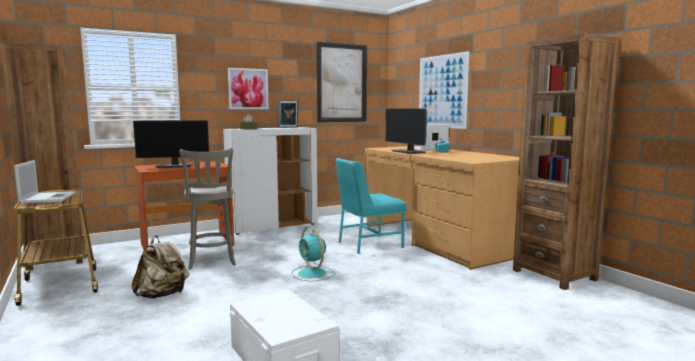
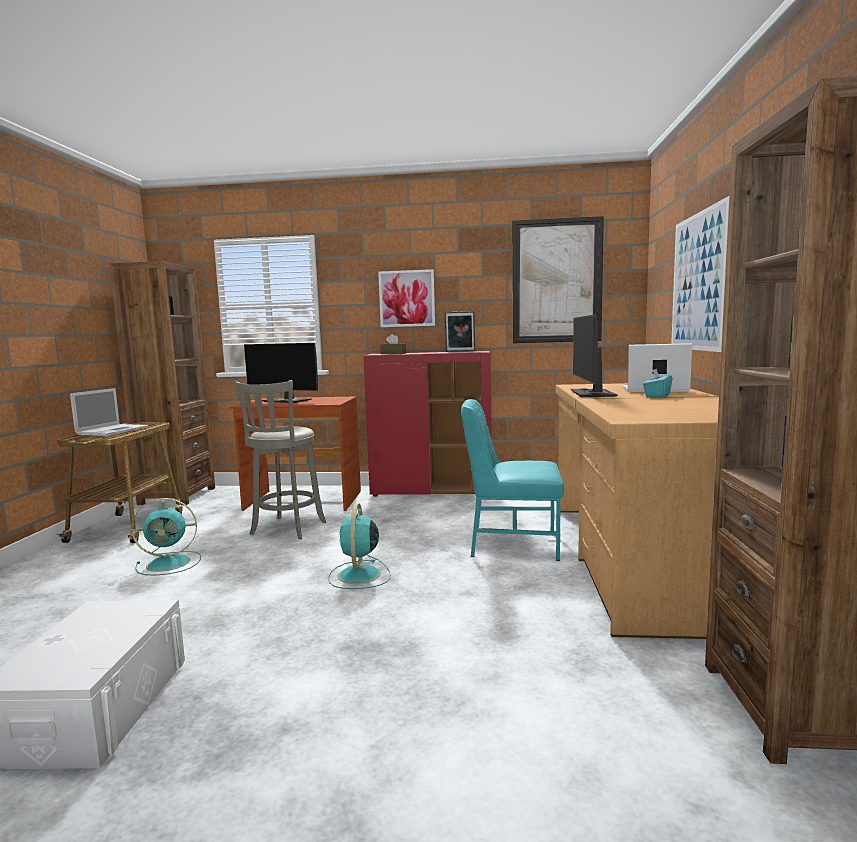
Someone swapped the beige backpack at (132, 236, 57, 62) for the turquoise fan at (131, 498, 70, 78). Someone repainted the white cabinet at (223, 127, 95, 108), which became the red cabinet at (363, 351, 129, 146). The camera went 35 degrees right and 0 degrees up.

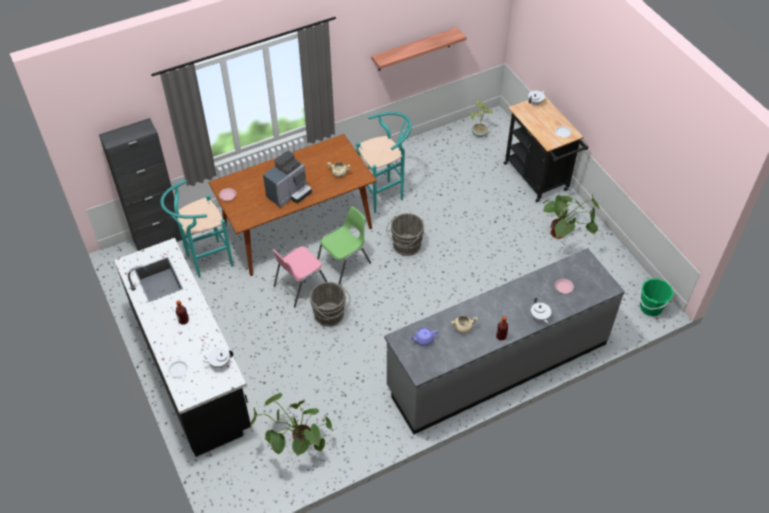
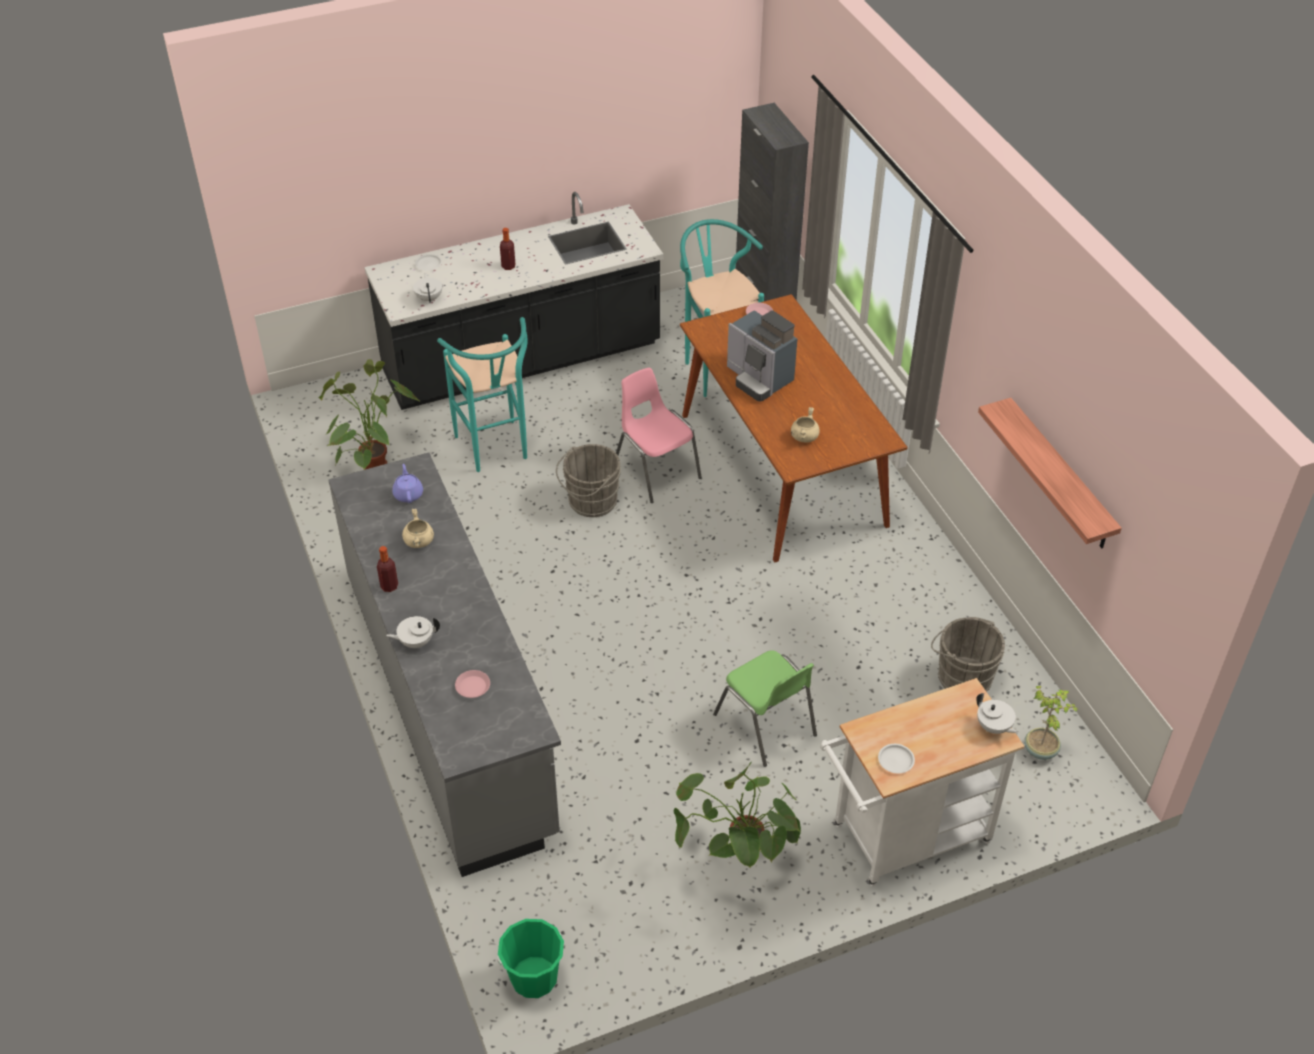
Someone carried the green chair from (317, 206, 54, 79) to (713, 650, 104, 117). Someone carried the turquoise stool from (356, 112, 56, 101) to (437, 317, 91, 155). Someone carried the grey bucket from (386, 213, 38, 43) to (931, 617, 74, 75). Someone repainted the black cart at (504, 97, 84, 106), which became the white cart at (820, 678, 204, 208). The camera went 95 degrees right and 5 degrees down.

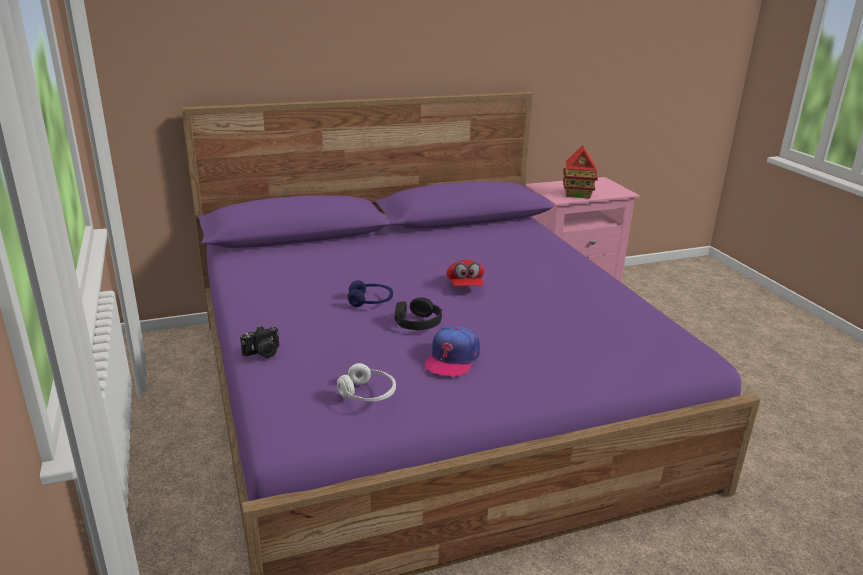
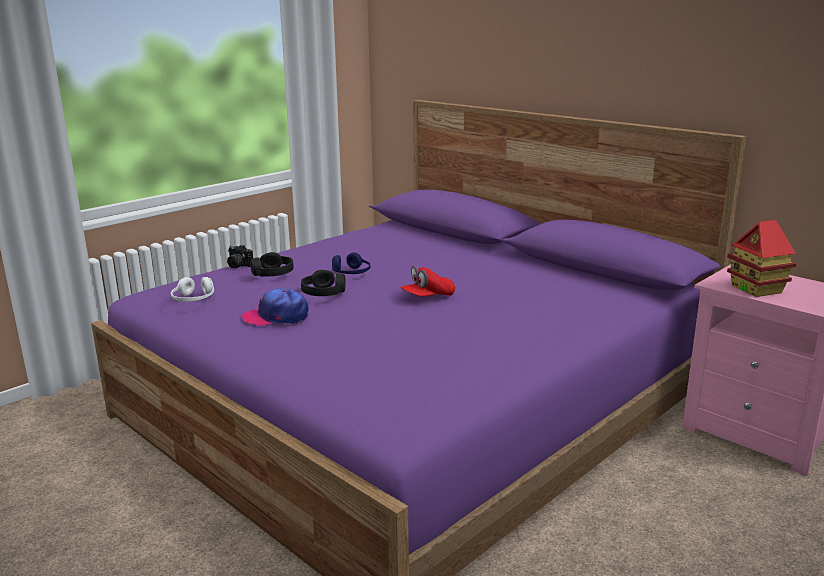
Someone put down the black headphones at (250, 252, 44, 25). The camera went 65 degrees right and 5 degrees down.

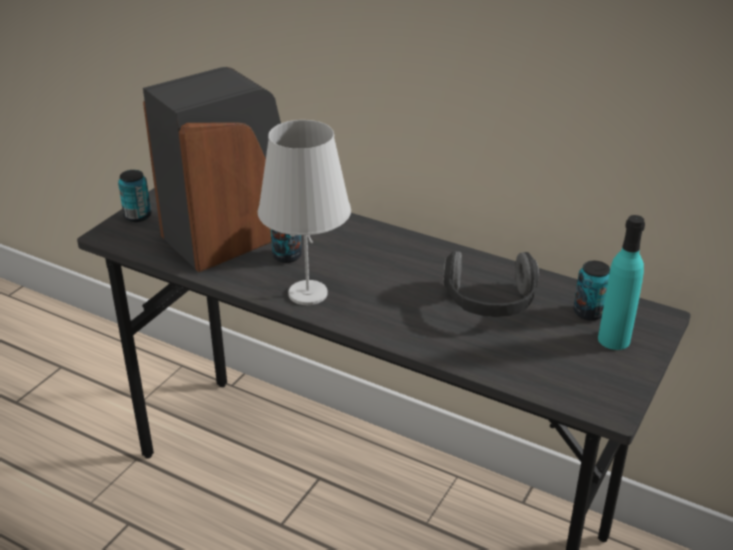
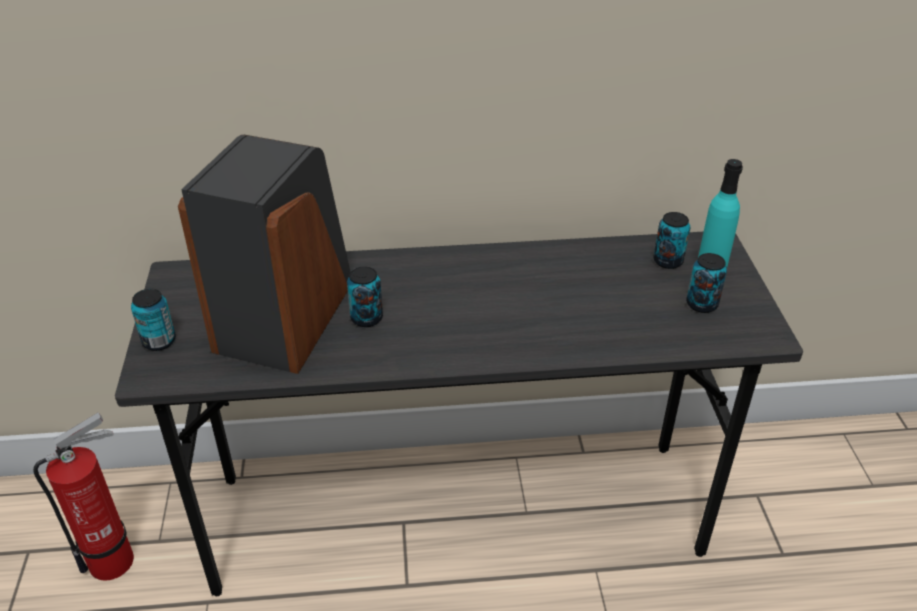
Someone took away the white table lamp at (258, 120, 93, 185). Someone took away the headphones at (443, 251, 96, 66). Someone put down the fire extinguisher at (33, 413, 101, 168). Someone put down the can at (686, 253, 41, 60). The camera went 35 degrees left and 5 degrees up.

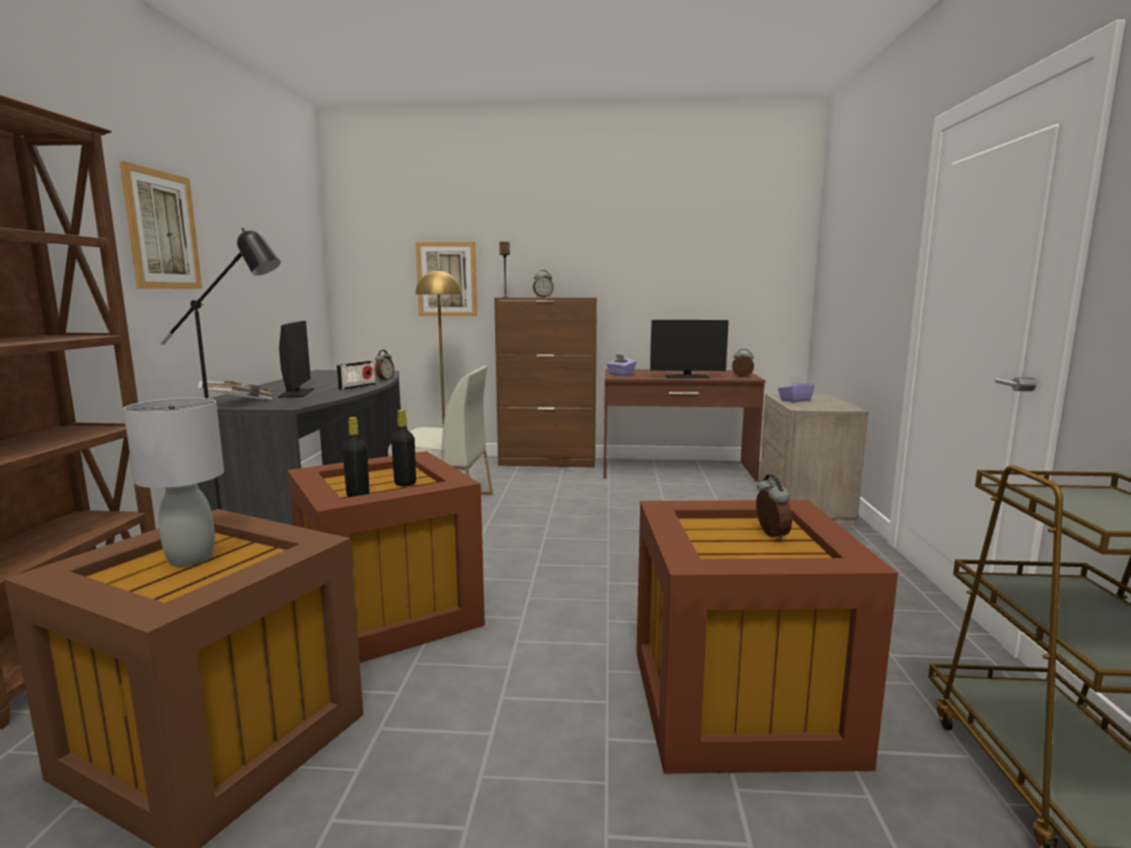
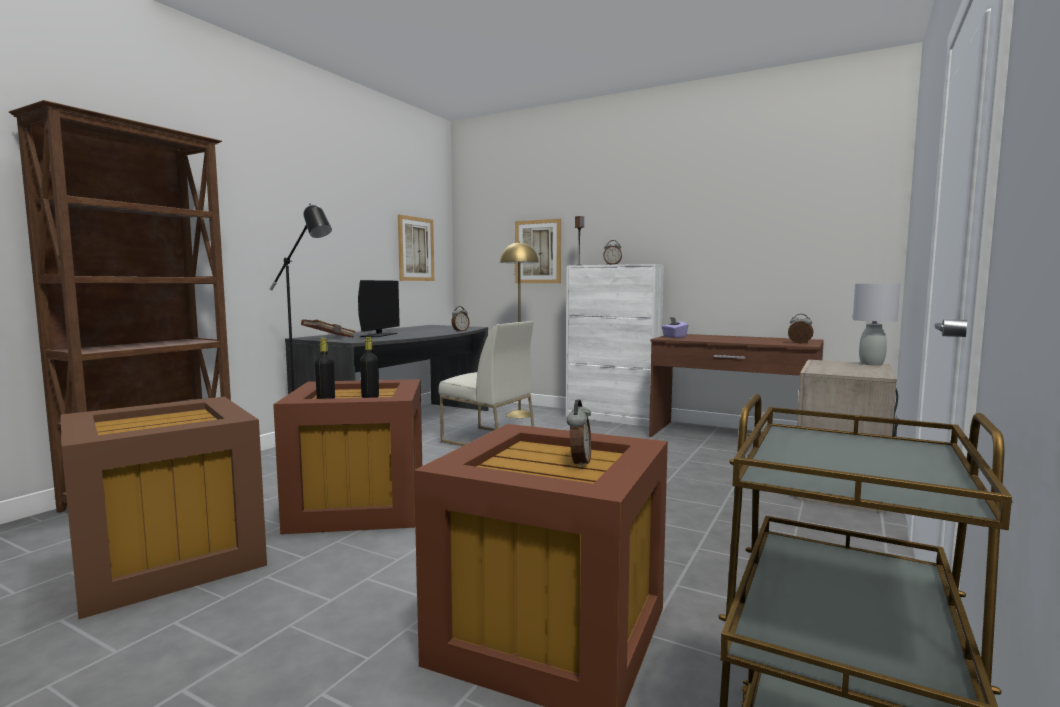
Someone carried the picture from (120, 161, 82, 128) to (398, 215, 36, 66). Someone carried the grey table lamp from (123, 398, 101, 169) to (853, 284, 47, 82). Someone repainted the white book at (198, 381, 76, 19), which became the brown book at (301, 319, 55, 19). Someone took away the radio at (336, 361, 40, 29). Someone repainted the brown cabinet at (494, 297, 103, 171), which became the white cabinet at (566, 264, 98, 163). Someone took away the monitor at (650, 320, 79, 58). Someone took away the purple tissue box at (778, 375, 37, 27). The camera went 25 degrees right and 5 degrees down.

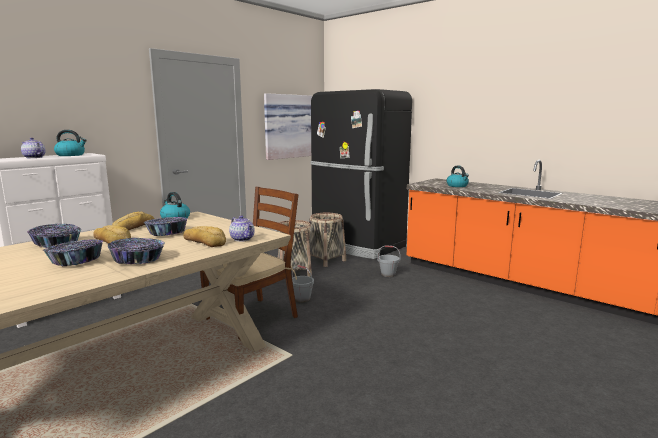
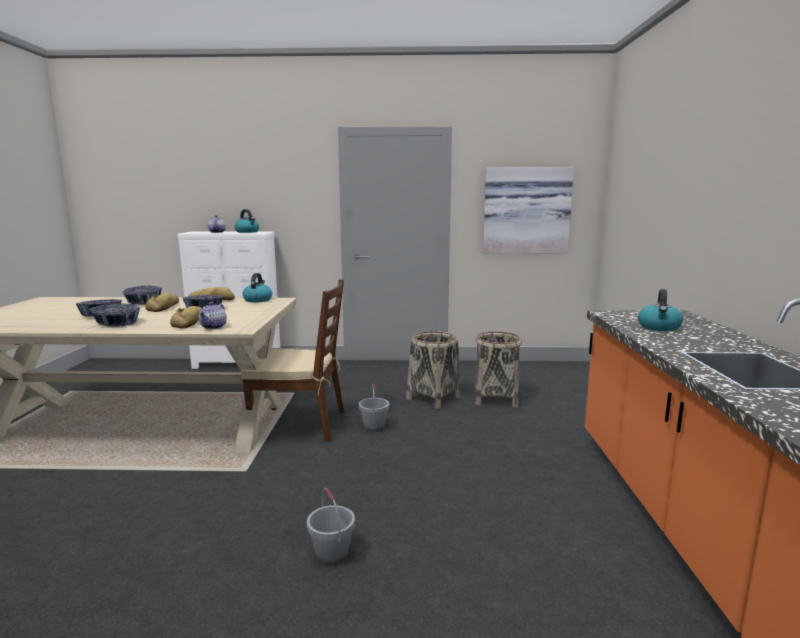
Someone took away the black fridge at (311, 89, 101, 170). Someone carried the grey bucket from (377, 245, 24, 32) to (307, 488, 48, 77). The camera went 50 degrees right and 0 degrees up.

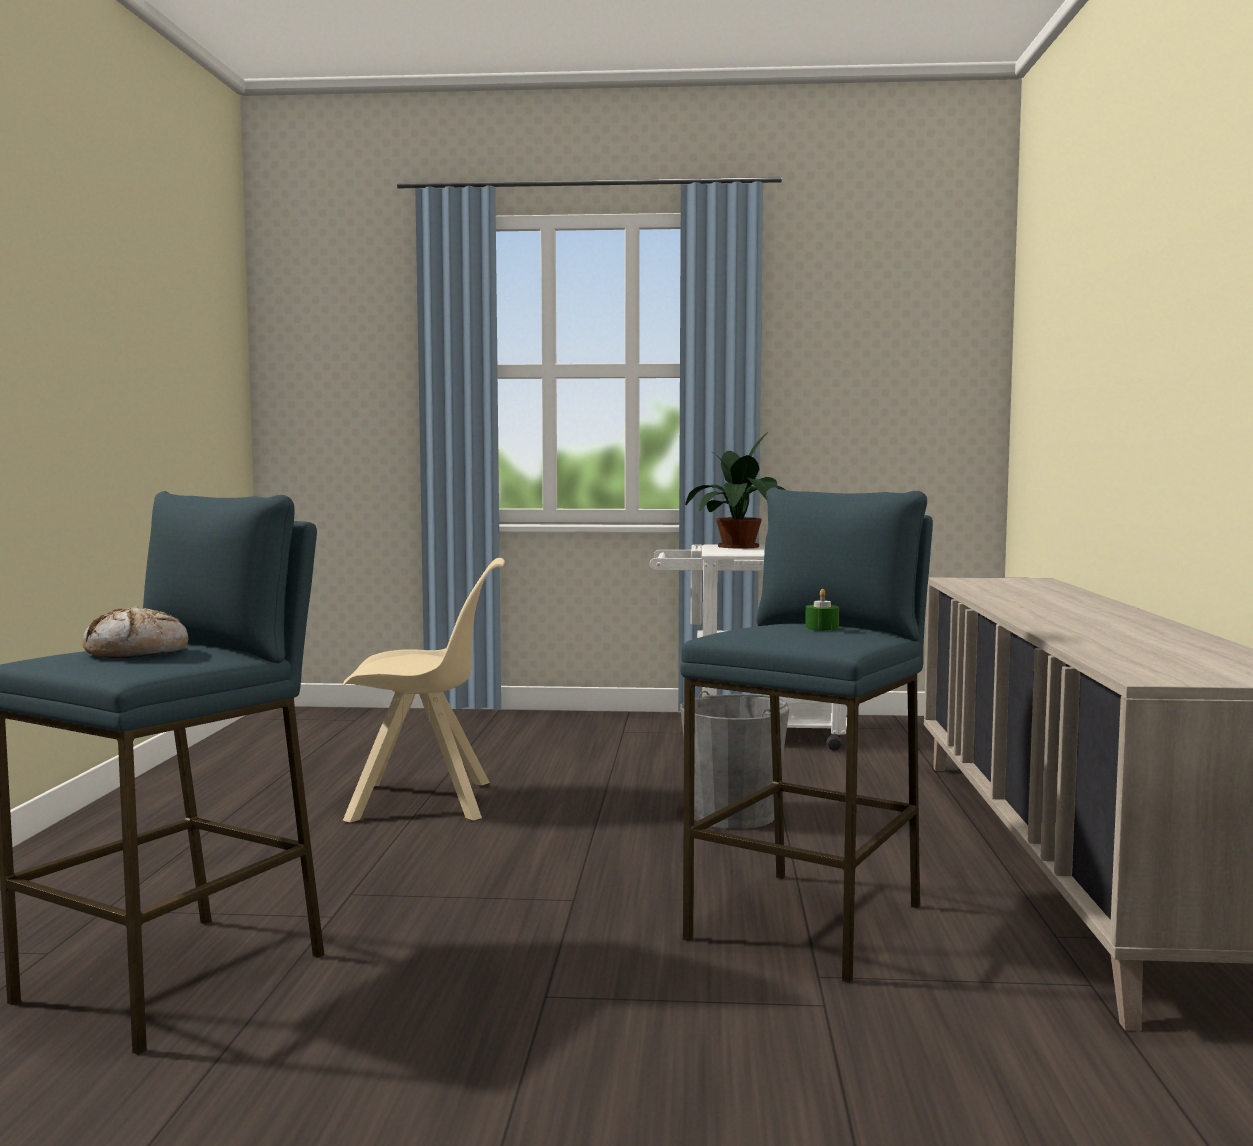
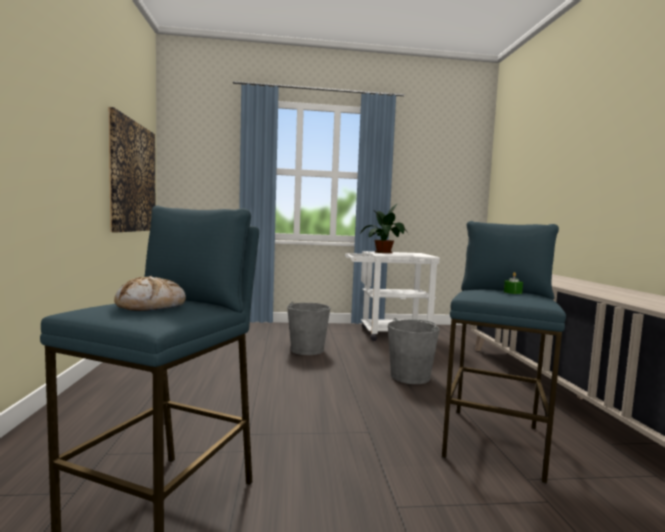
Someone took away the beige chair at (343, 558, 162, 265). Someone put up the picture at (108, 107, 47, 126). Someone put down the grey bucket at (287, 302, 43, 53). The camera went 10 degrees left and 0 degrees up.

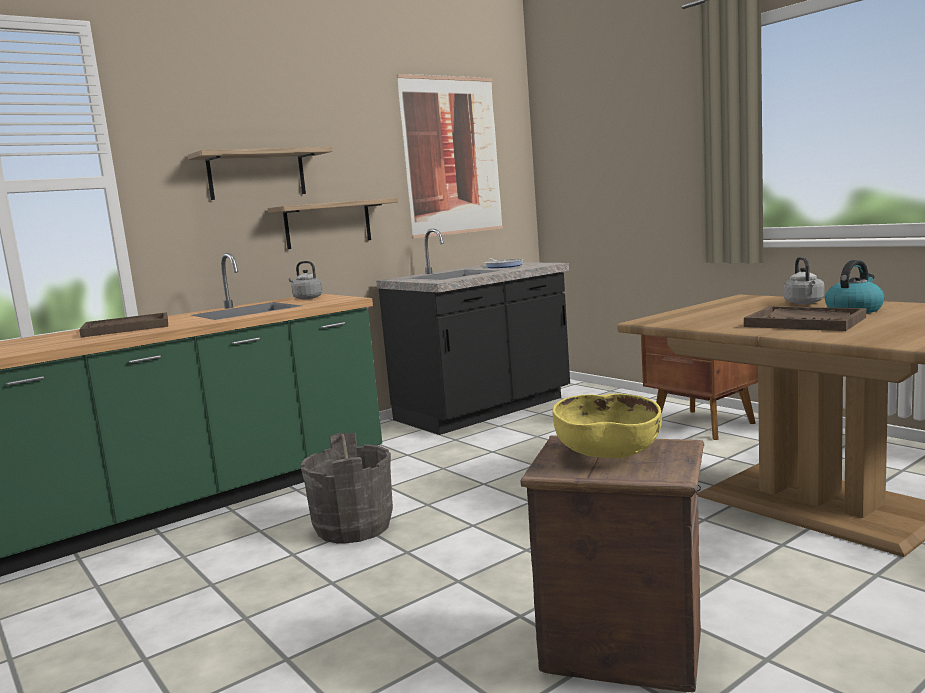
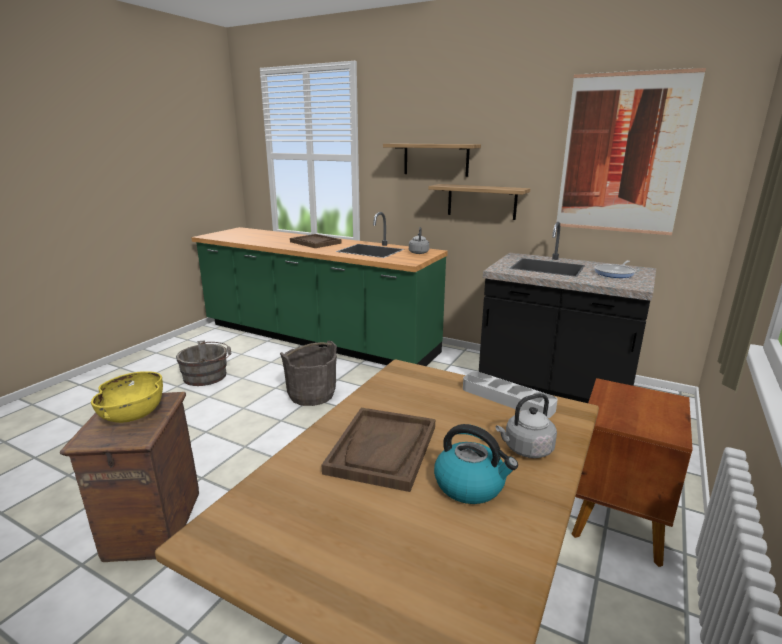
Someone put down the grey bucket at (176, 340, 56, 46). Someone put down the grey tray at (463, 371, 95, 47). The camera went 65 degrees right and 10 degrees up.

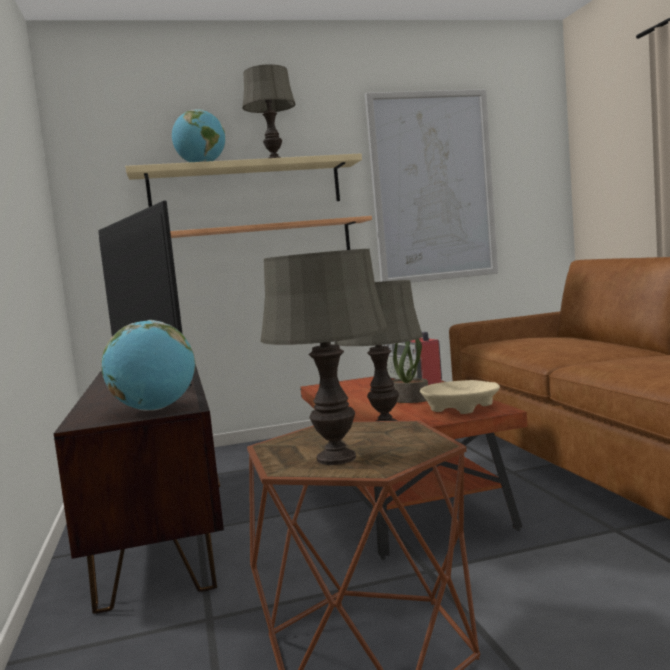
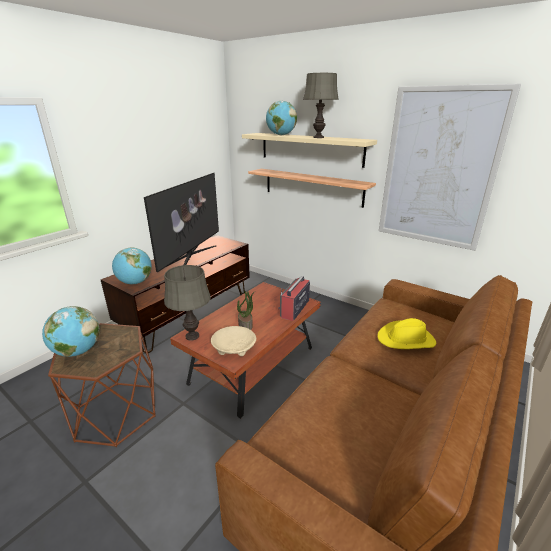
Someone swapped the grey table lamp at (260, 249, 128, 216) for the globe at (42, 306, 58, 51). Someone put down the yellow hat at (377, 318, 59, 31). The camera went 50 degrees right and 20 degrees up.

